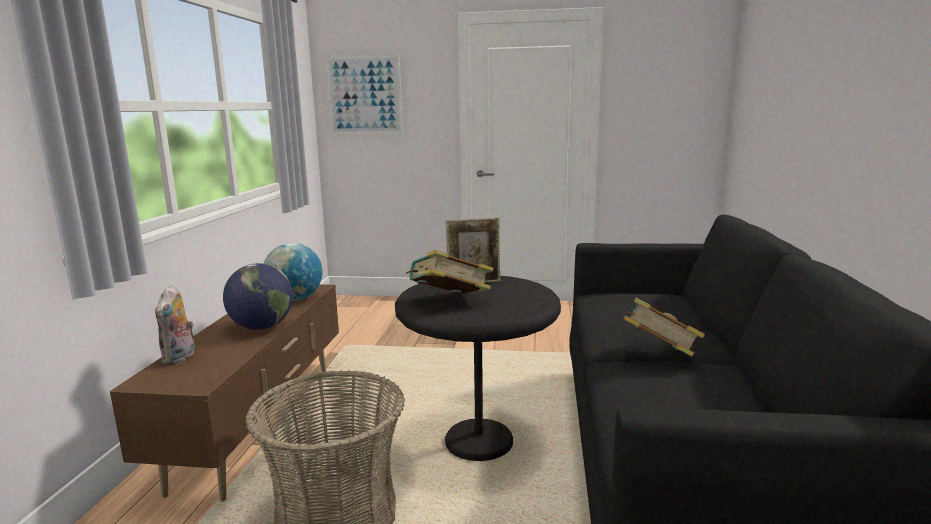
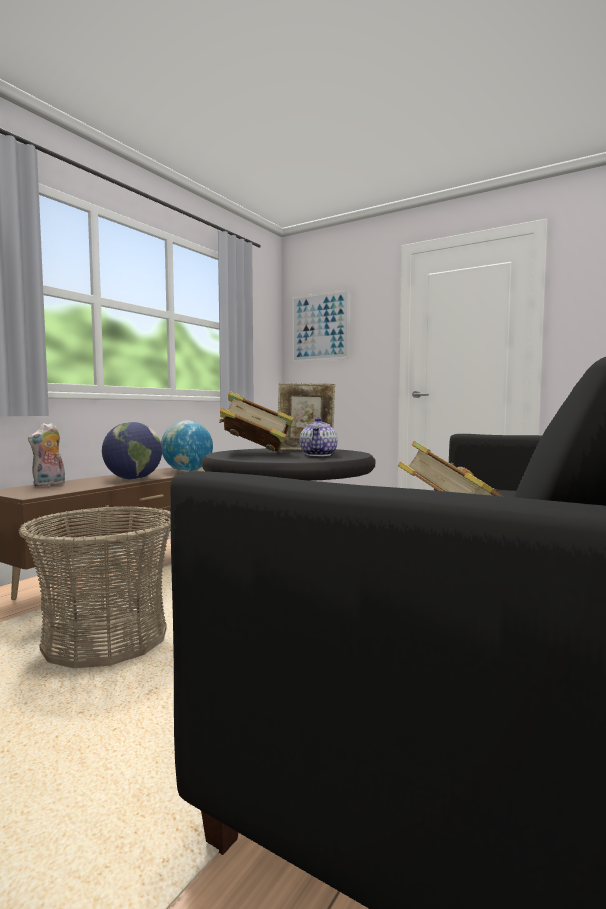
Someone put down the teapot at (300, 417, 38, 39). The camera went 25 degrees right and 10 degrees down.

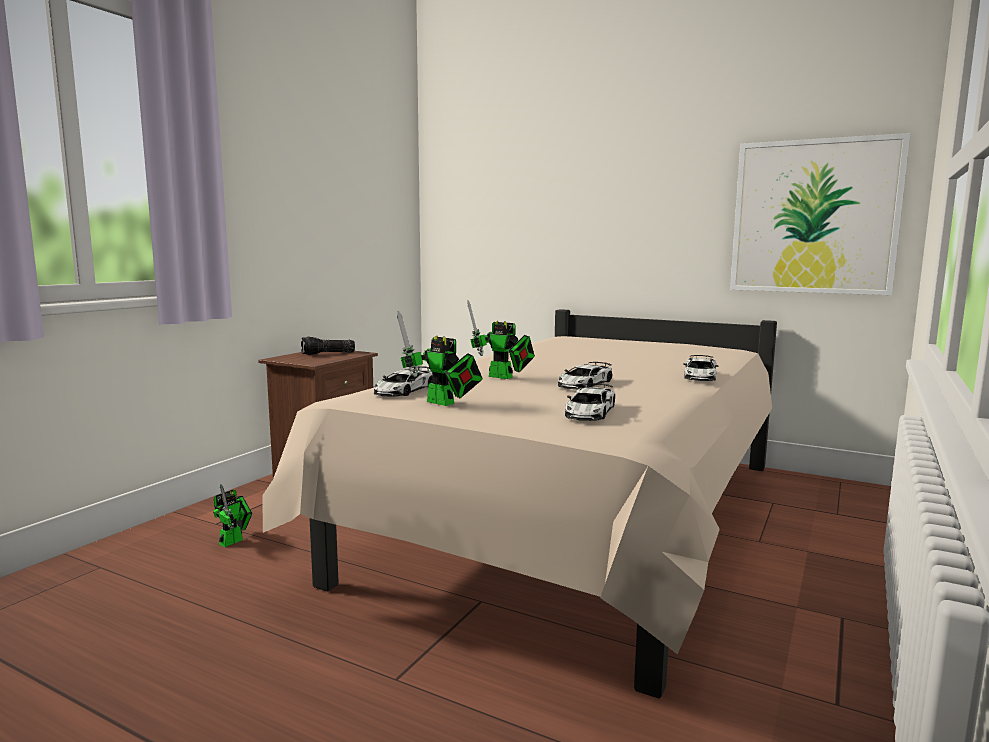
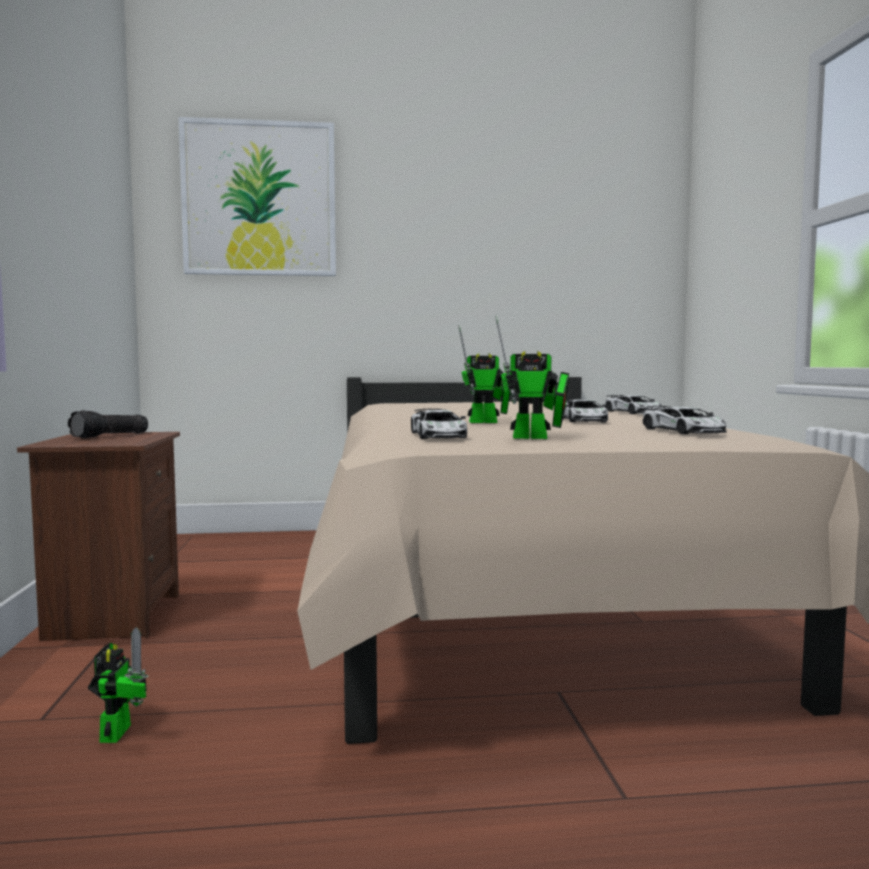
Someone carried the picture from (730, 133, 181, 162) to (179, 117, 157, 159). The camera went 35 degrees left and 5 degrees down.

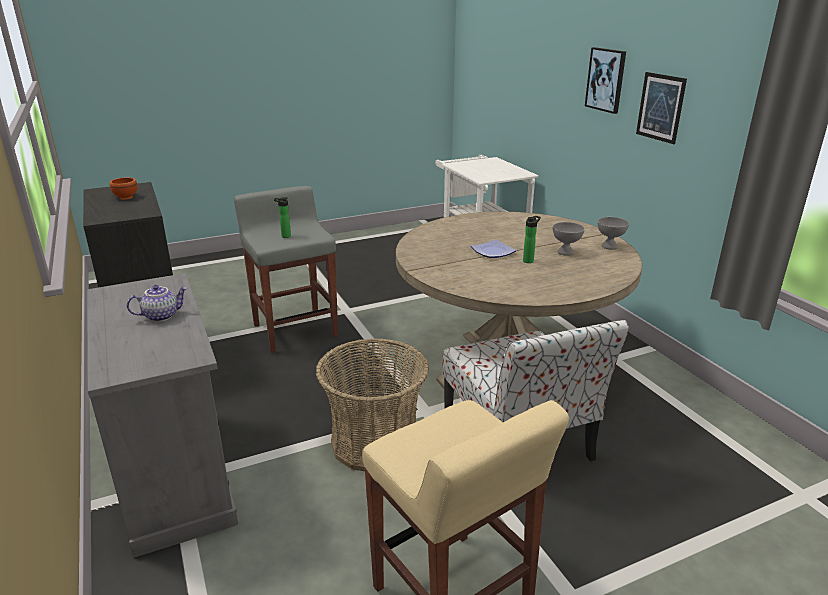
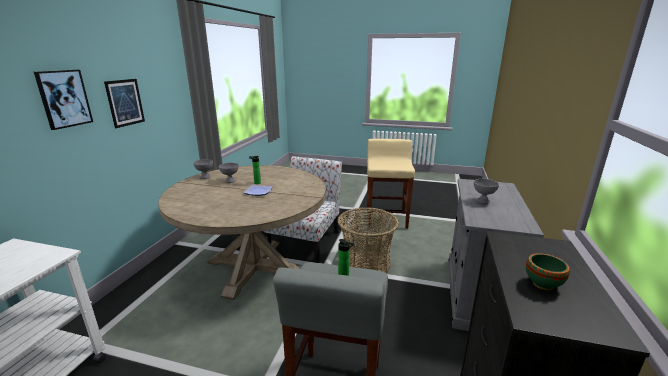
Someone repainted the brown bowl at (110, 178, 27, 22), which became the green bowl at (526, 253, 44, 37). Someone swapped the teapot at (127, 285, 60, 37) for the grey bowl at (474, 179, 25, 25). The camera went 140 degrees left and 5 degrees down.

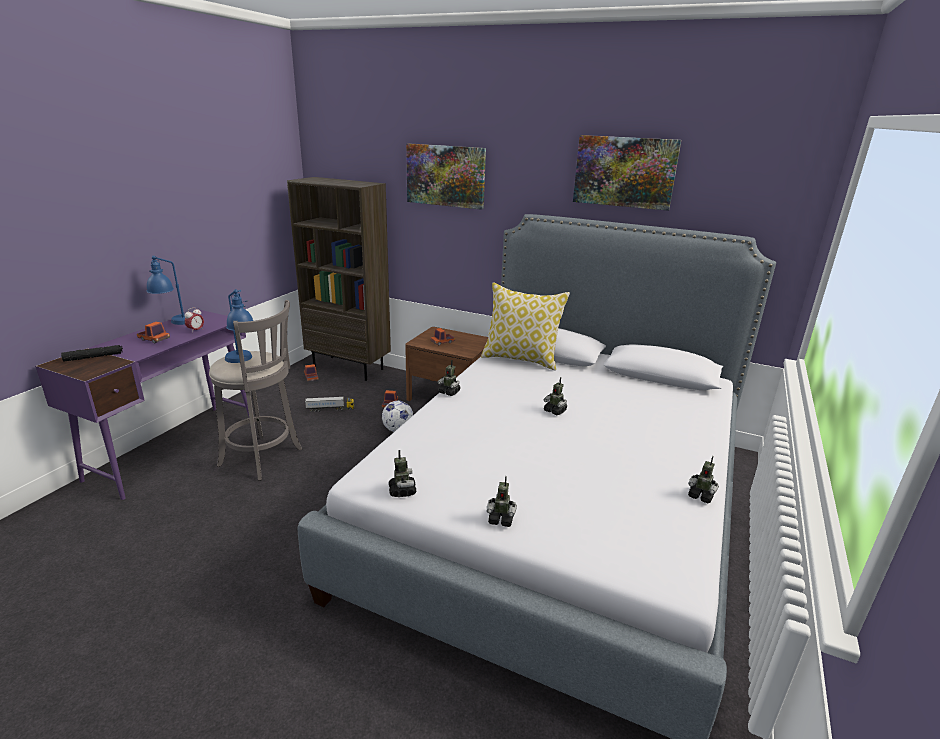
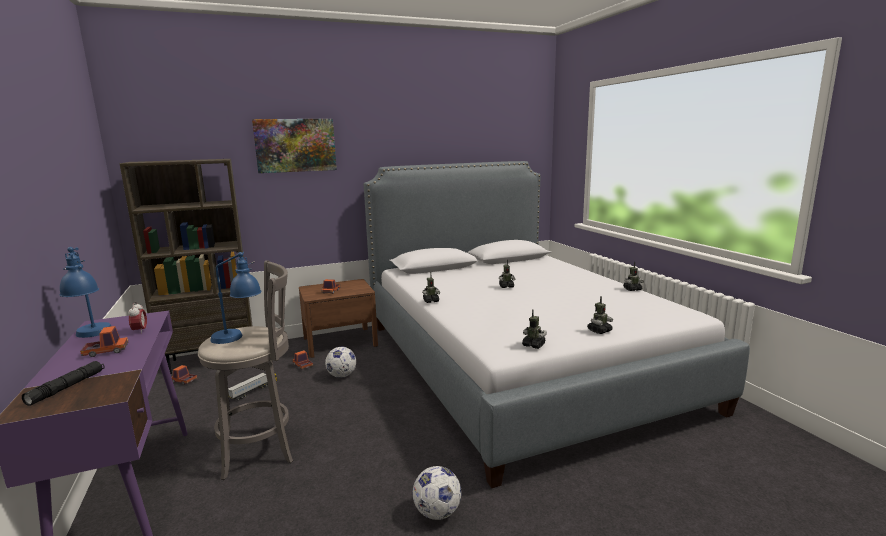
Someone took away the pillow at (481, 282, 89, 89). Someone took away the picture at (573, 135, 108, 76). Someone put down the football at (412, 466, 50, 54). The camera went 45 degrees left and 10 degrees down.

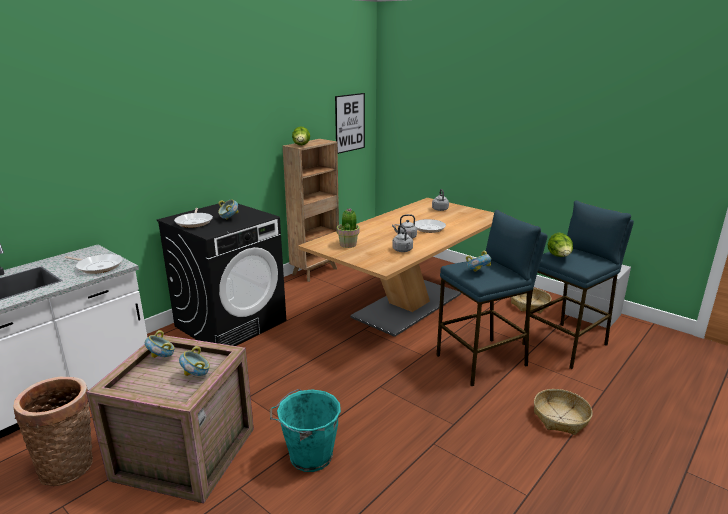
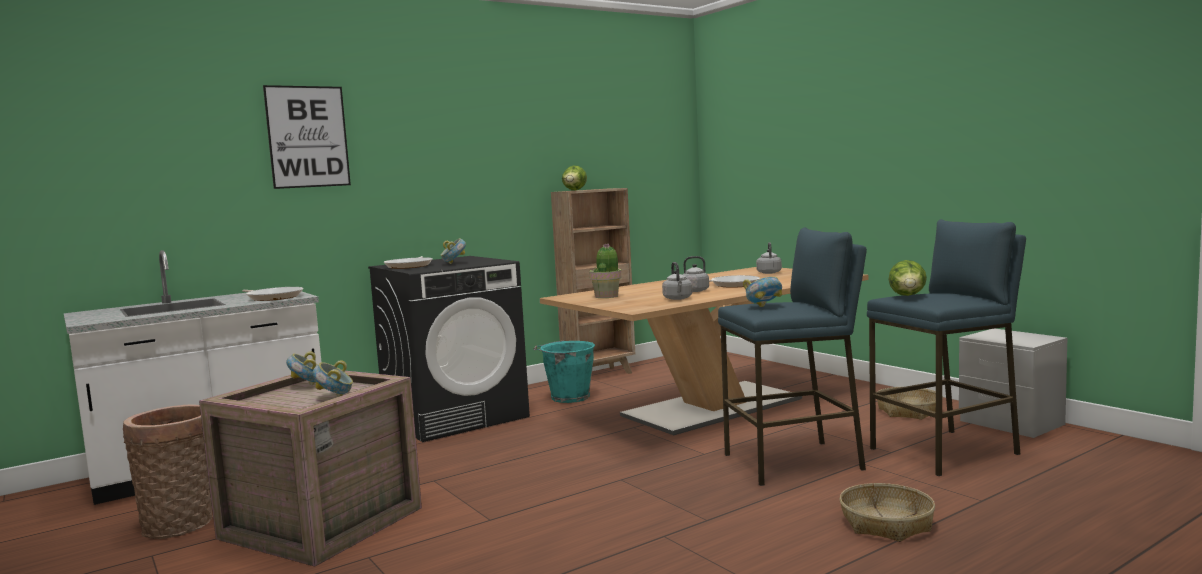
Someone carried the turquoise bucket from (270, 389, 71, 83) to (533, 341, 62, 62). Someone carried the picture from (335, 93, 30, 61) to (263, 85, 88, 104). The camera went 15 degrees right and 15 degrees down.

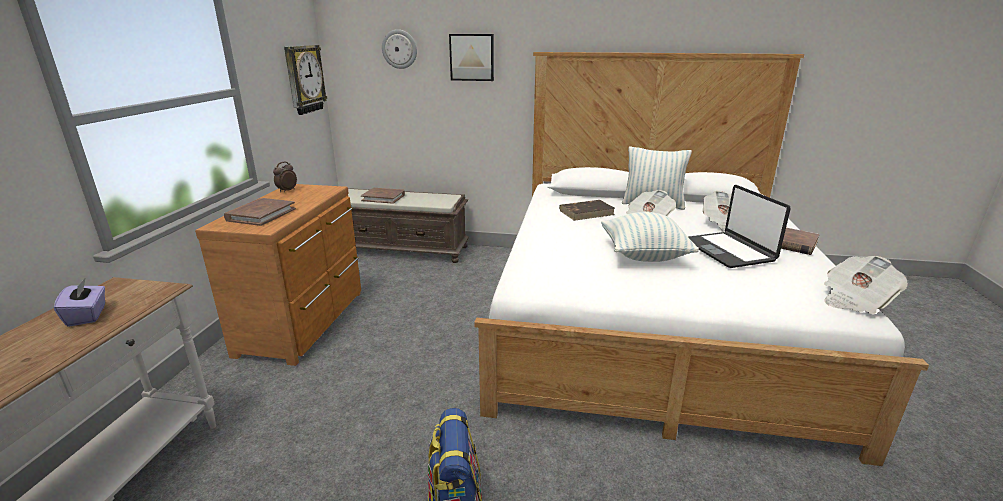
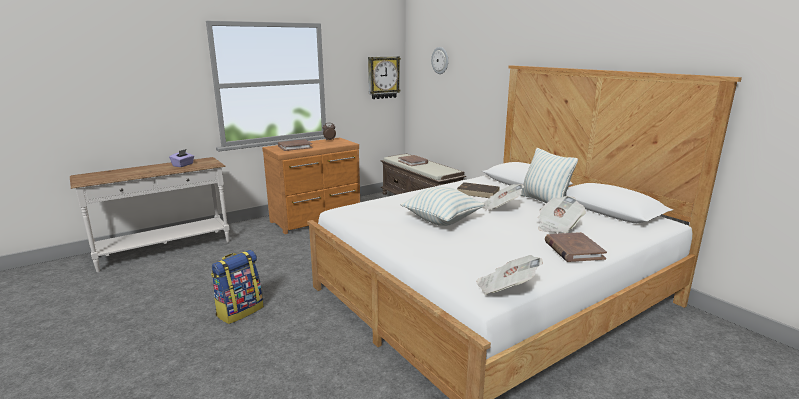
Someone took away the picture at (449, 34, 45, 47). Someone took away the laptop at (688, 185, 103, 83). The camera went 45 degrees right and 5 degrees down.

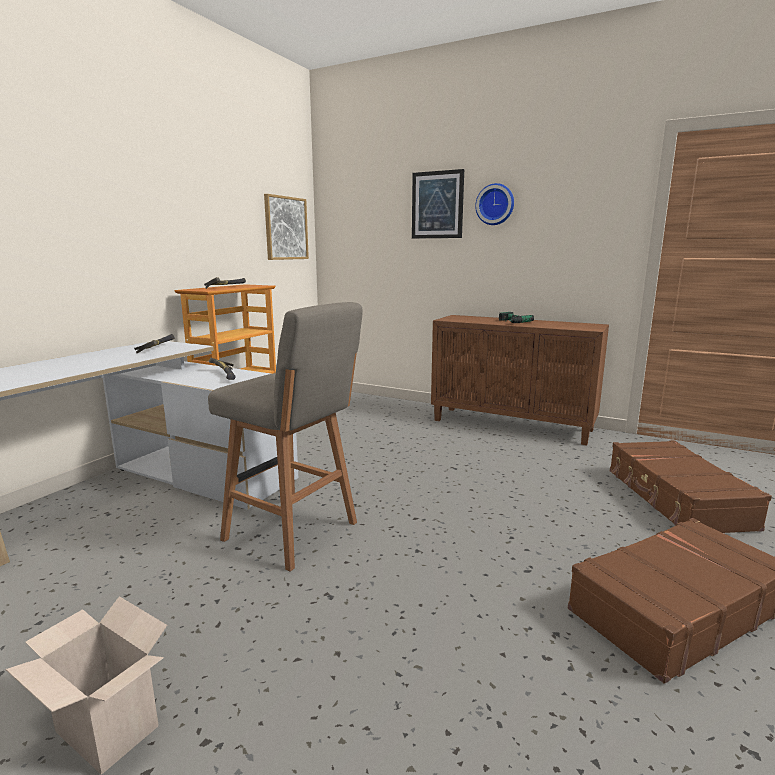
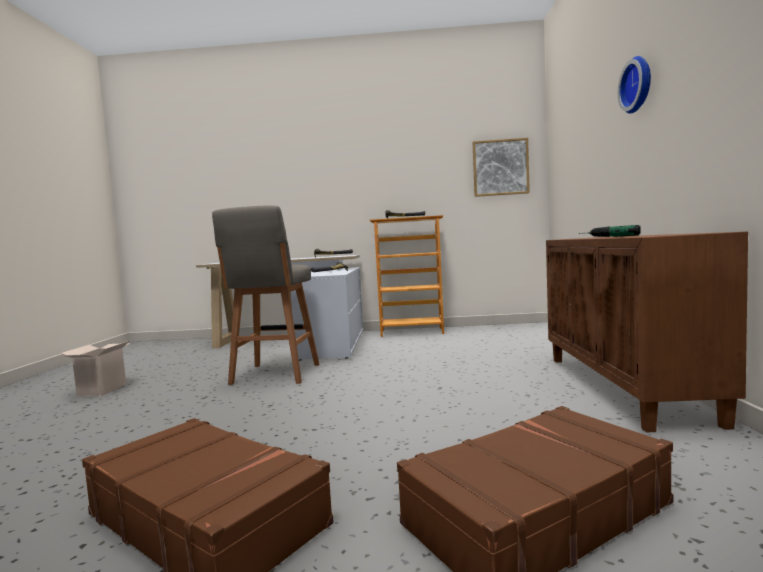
Someone took away the picture at (412, 169, 52, 70). The camera went 65 degrees right and 10 degrees down.

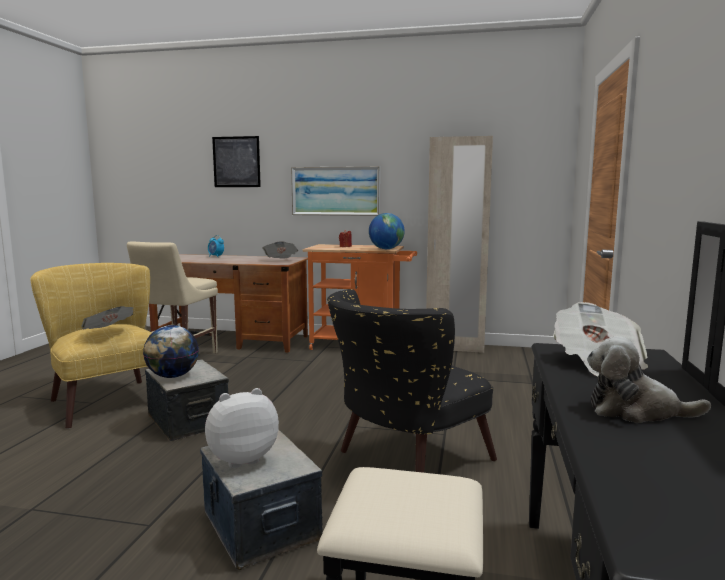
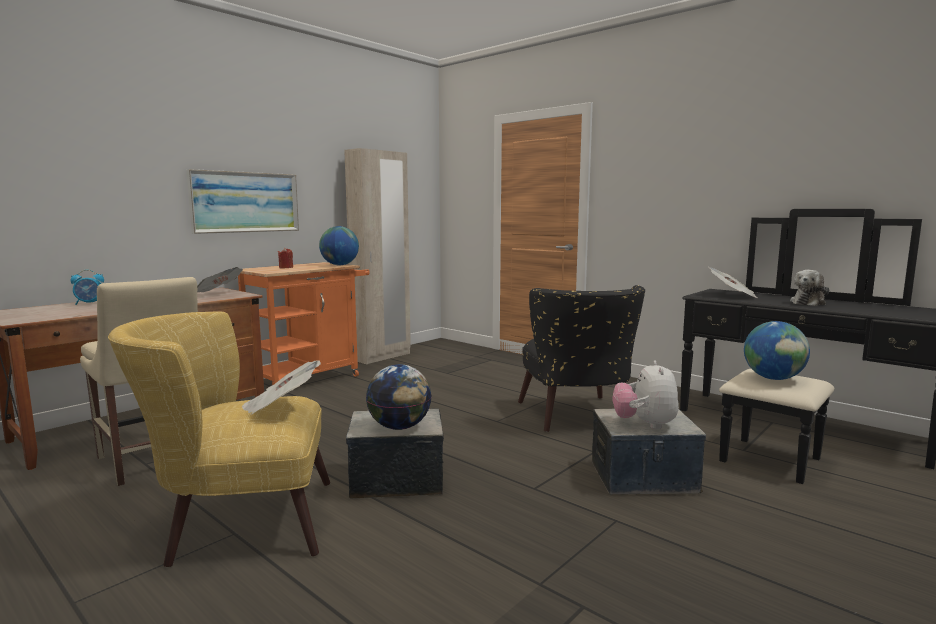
Someone took away the picture at (212, 136, 49, 51). Someone put down the globe at (744, 321, 66, 59). The camera went 60 degrees left and 0 degrees up.

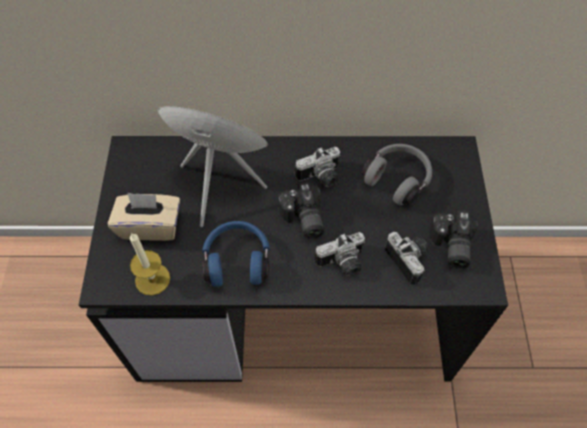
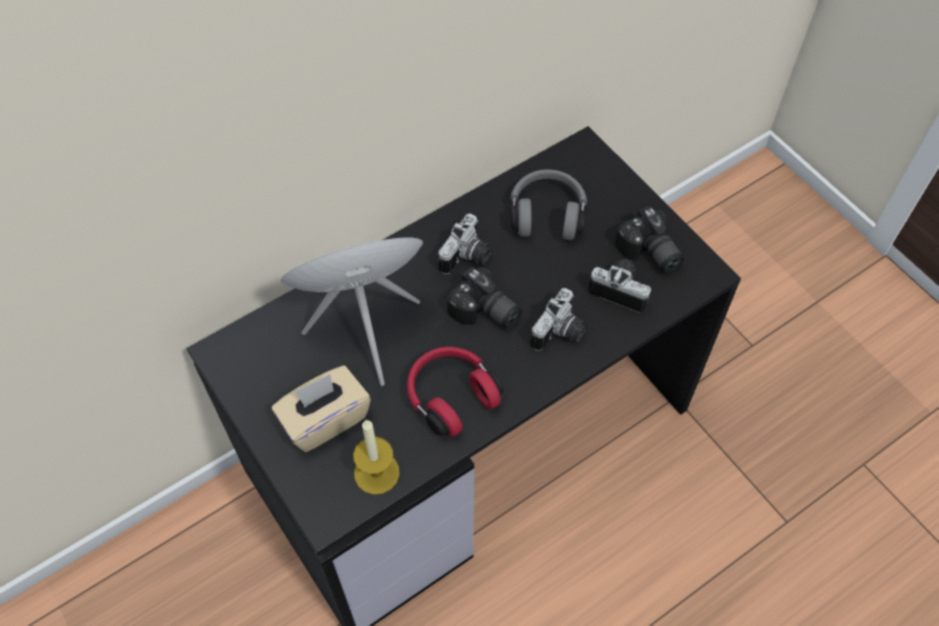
Someone repainted the blue headphones at (202, 221, 68, 66), which became the red headphones at (407, 347, 97, 90). The camera went 35 degrees left and 0 degrees up.

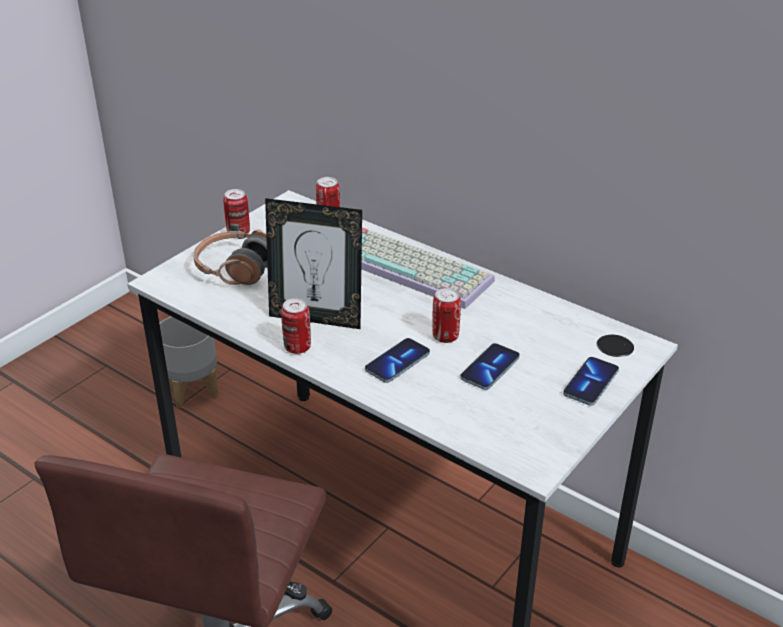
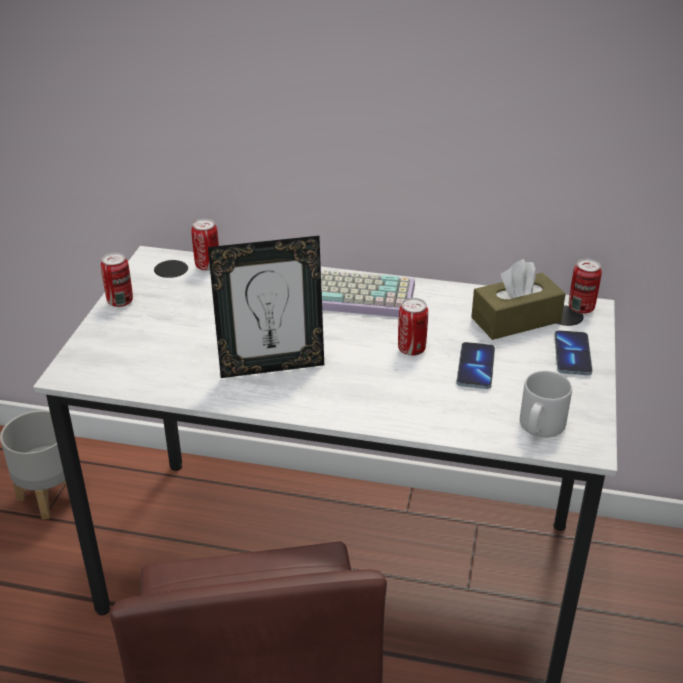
Someone took away the headphones at (193, 230, 74, 55). Someone carried the can from (281, 298, 30, 56) to (569, 259, 33, 55). Someone took away the phone at (365, 338, 65, 45). Someone put down the brown tissue box at (471, 259, 95, 81). Someone put down the grey mug at (520, 371, 52, 67). The camera went 25 degrees left and 0 degrees up.

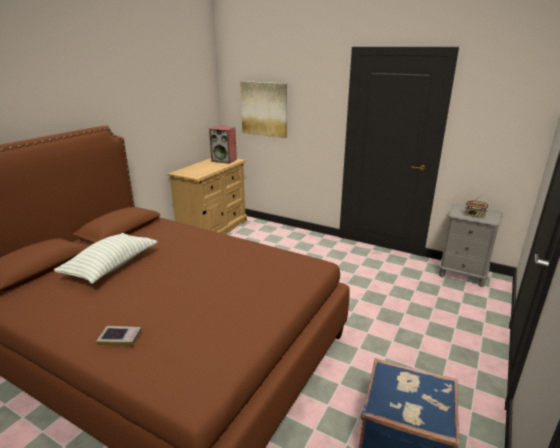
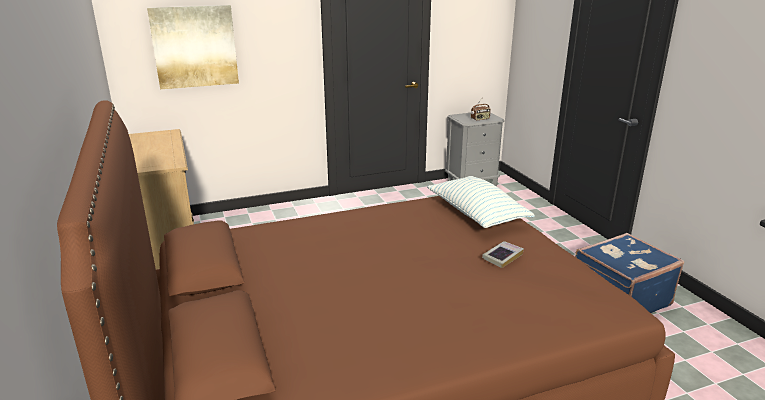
Someone carried the pillow from (54, 233, 104, 51) to (427, 176, 108, 52). Someone carried the book from (96, 326, 46, 21) to (482, 241, 42, 27). Someone took away the speaker at (209, 126, 28, 38). The camera went 50 degrees left and 0 degrees up.

